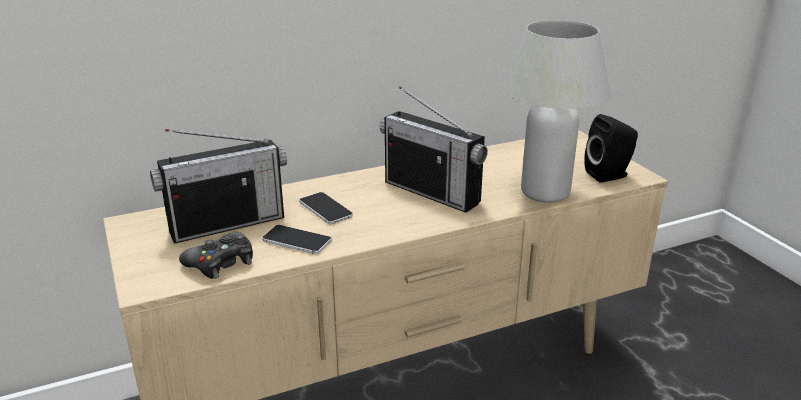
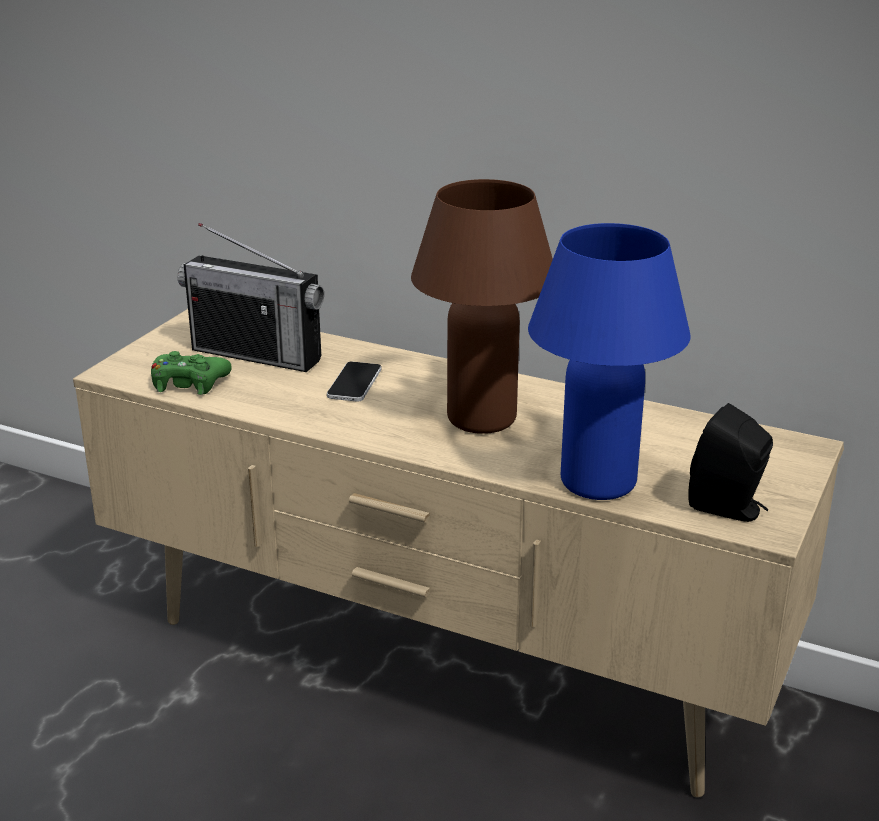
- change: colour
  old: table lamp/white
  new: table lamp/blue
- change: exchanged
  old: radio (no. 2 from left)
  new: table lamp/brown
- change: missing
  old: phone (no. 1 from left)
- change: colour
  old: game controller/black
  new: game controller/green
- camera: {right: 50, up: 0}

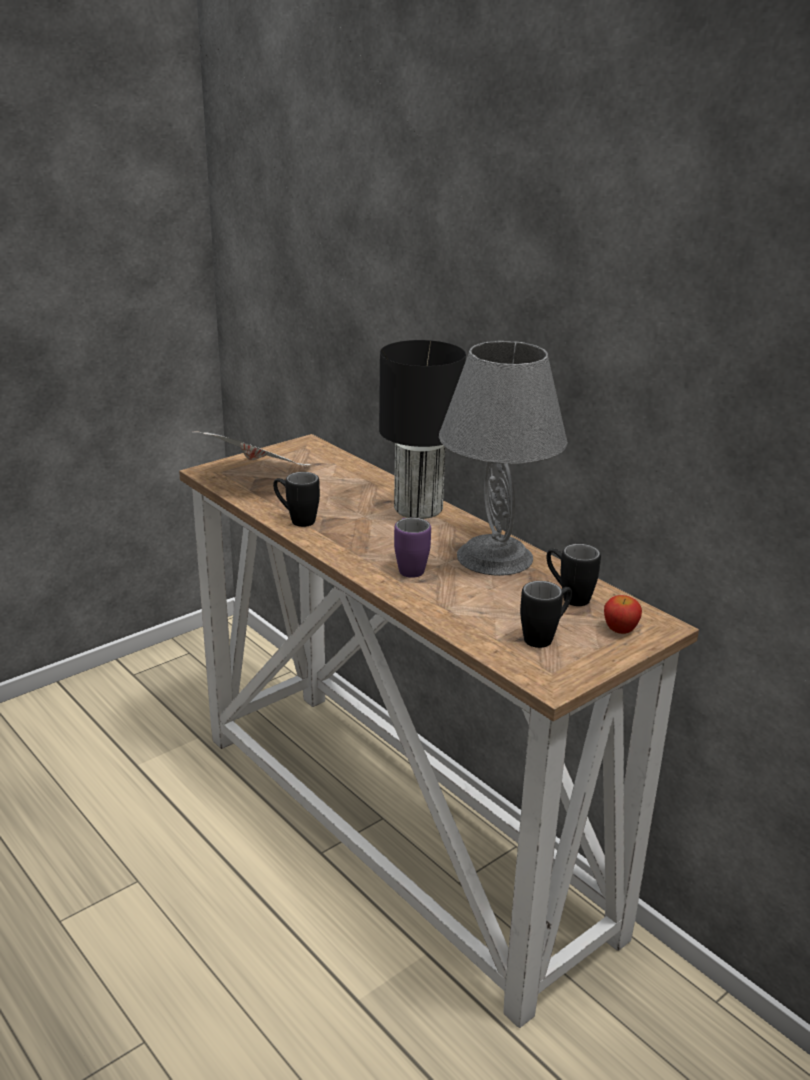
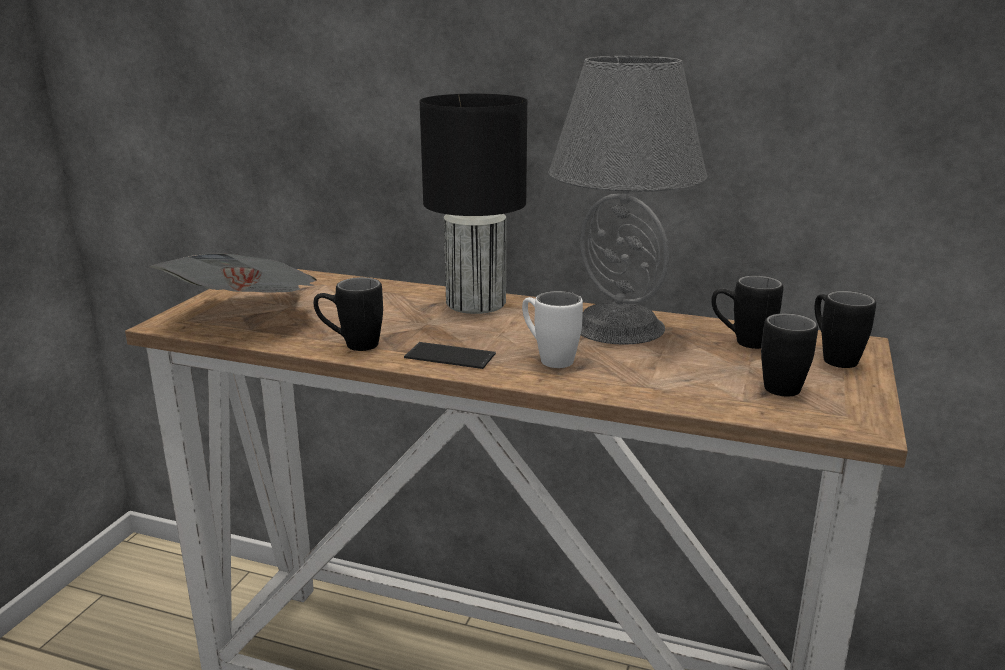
- change: colour
  old: mug/purple
  new: mug/white
- change: exchanged
  old: apple
  new: mug/black (no. 4 from left)
- change: appeared
  new: phone
- camera: {right: -30, up: -5}

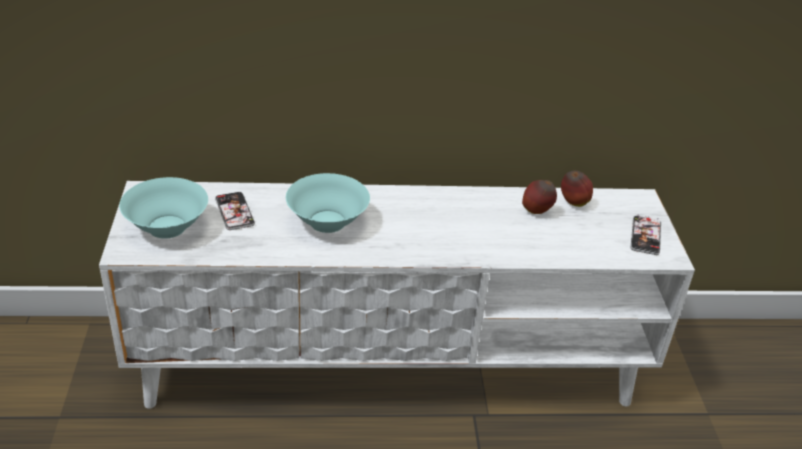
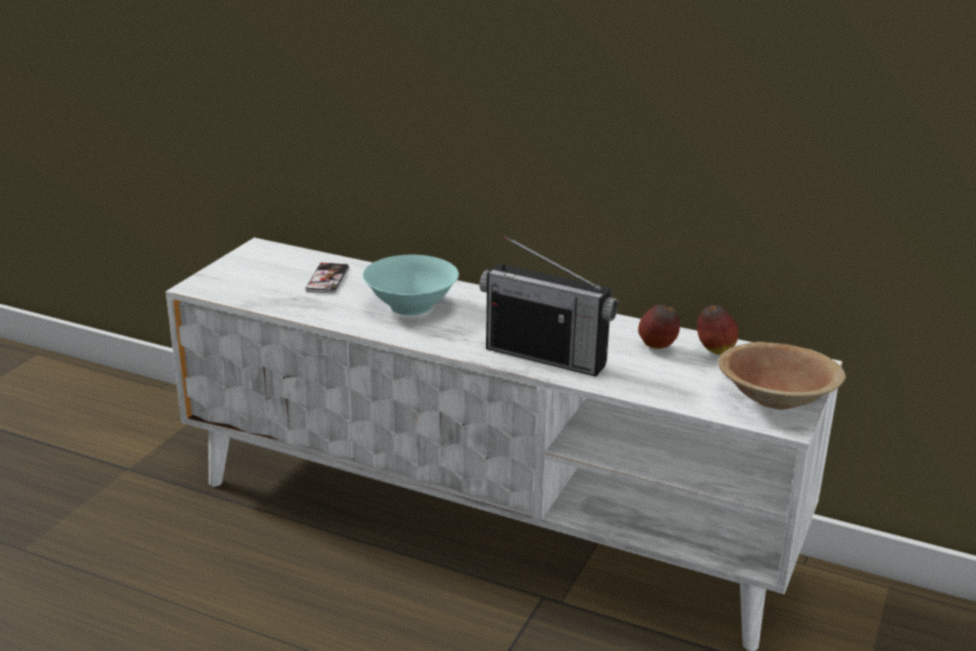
- change: missing
  old: bowl/turquoise (no. 1 from left)
- change: exchanged
  old: phone (no. 2 from left)
  new: bowl/brown
- change: appeared
  new: radio
- camera: {right: 30, up: -10}

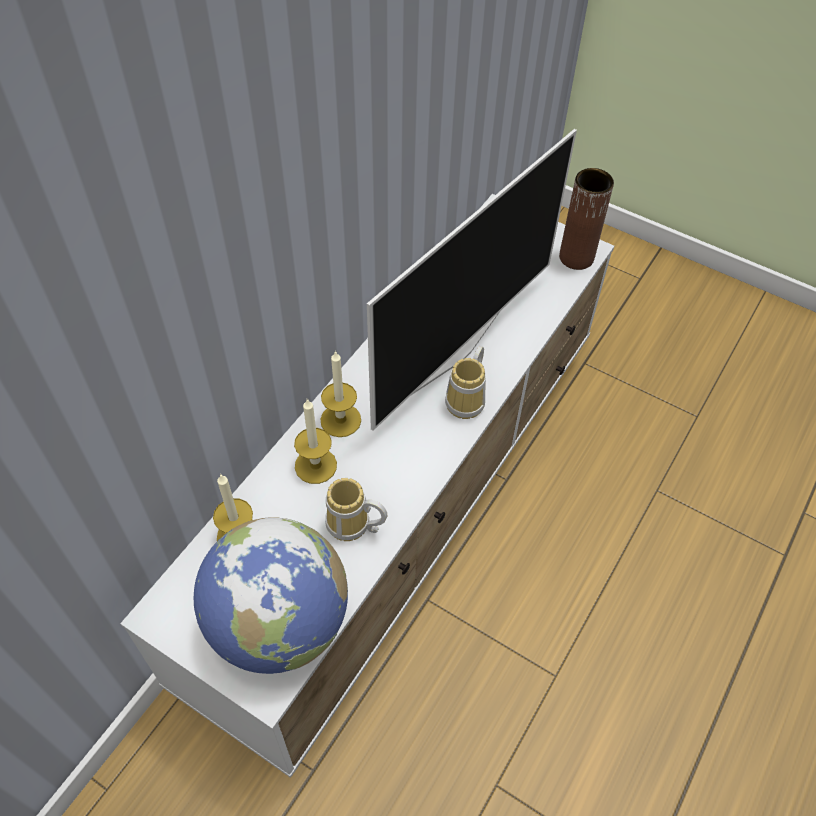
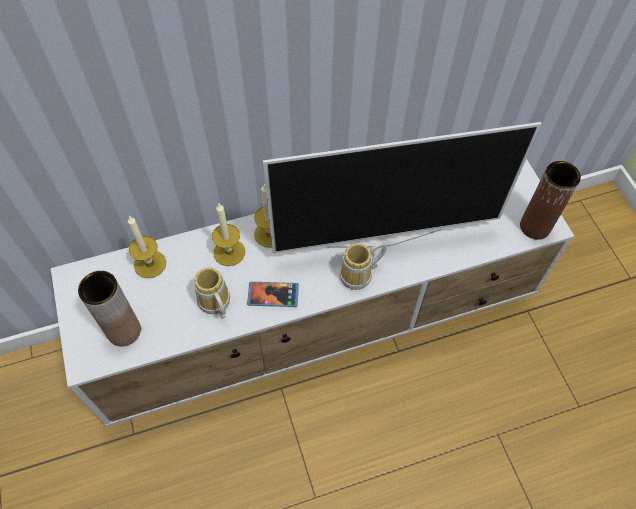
- change: exchanged
  old: globe
  new: vase/brown (no. 1 from left)
- change: appeared
  new: phone
- camera: {right: 40, up: 5}

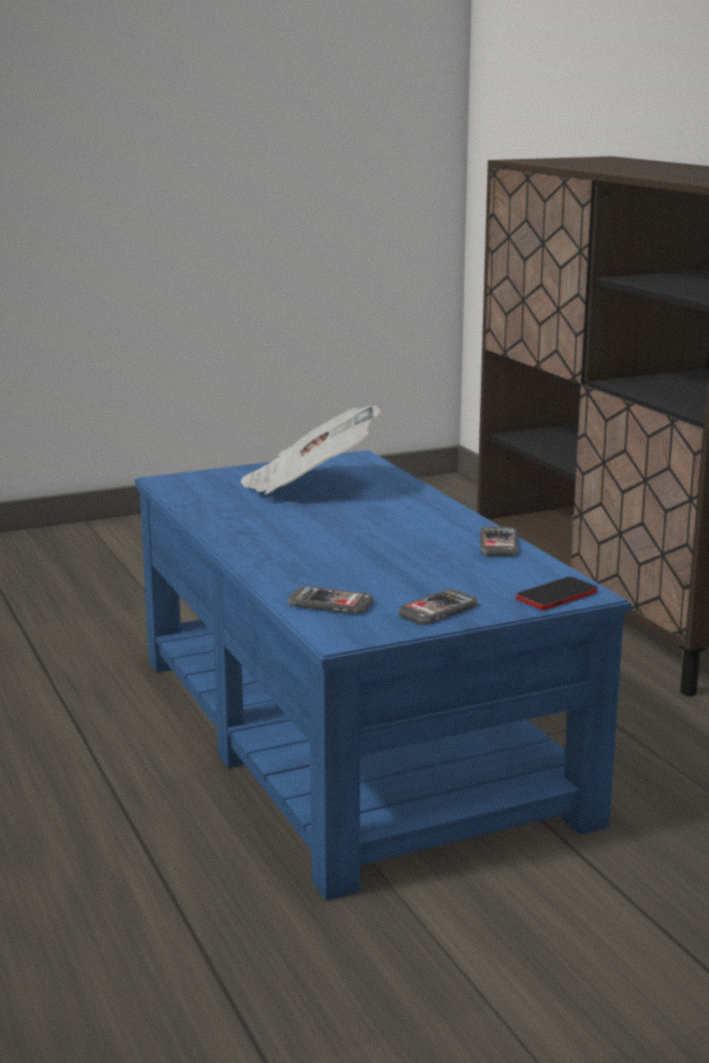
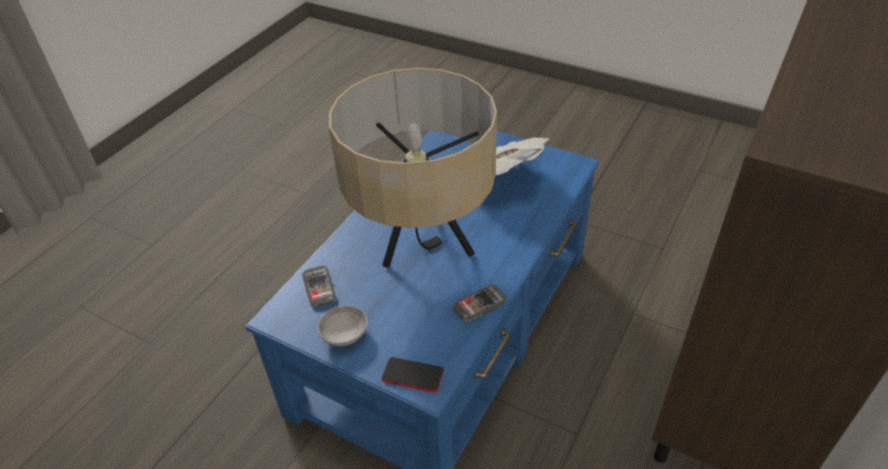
- change: exchanged
  old: phone (no. 2 from left)
  new: bowl/grey
- change: appeared
  new: table lamp/beige
- camera: {right: 55, up: 25}

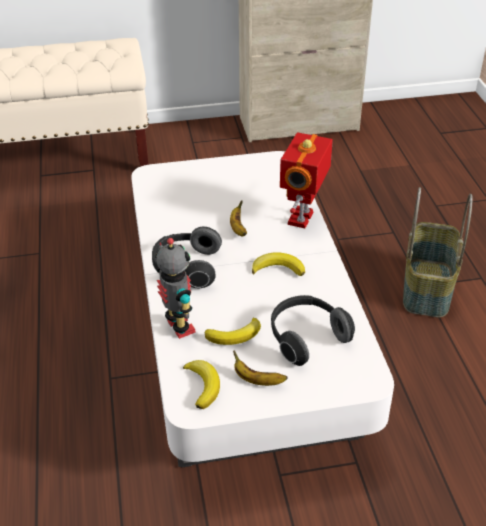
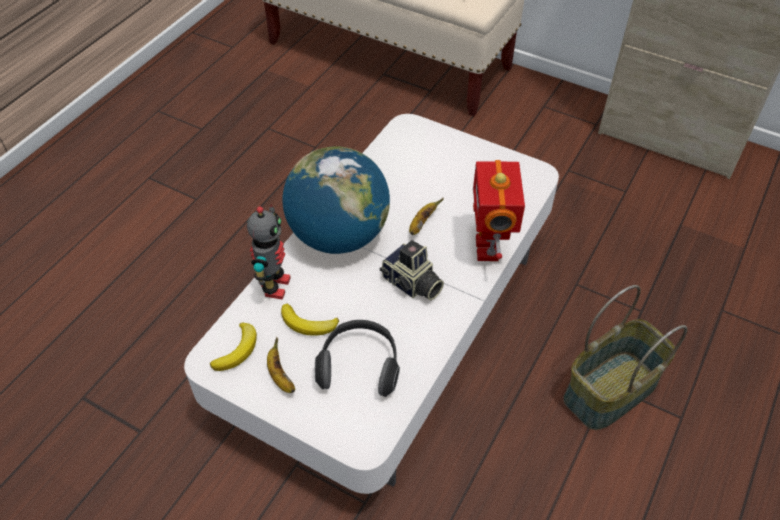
- change: spun
  old: toy robot (no. 2 from left)
  degrees: -60
- change: exchanged
  old: headphones (no. 1 from left)
  new: globe
- change: exchanged
  old: banana (no. 5 from left)
  new: photo camera
- camera: {right: 40, up: 10}

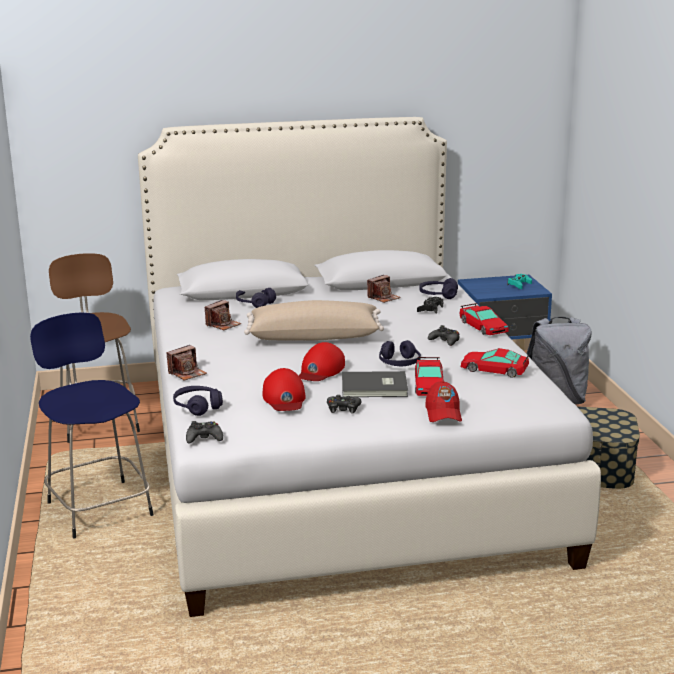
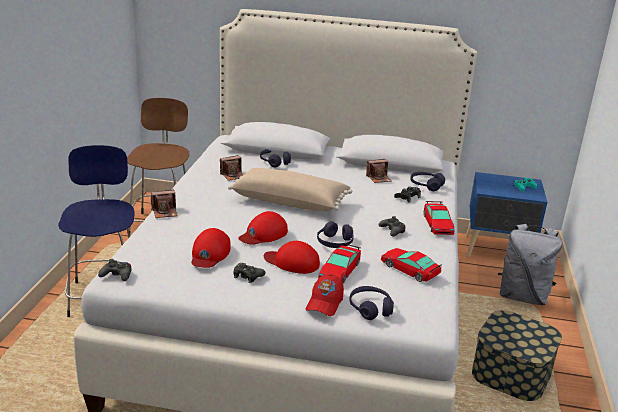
- change: exchanged
  old: book/grey
  new: cap/red (no. 3 from left)
- change: relocated
  old: headphones/purple (no. 1 from left in the first image)
  new: headphones/purple (no. 3 from left)
- camera: {right: 20, up: 5}

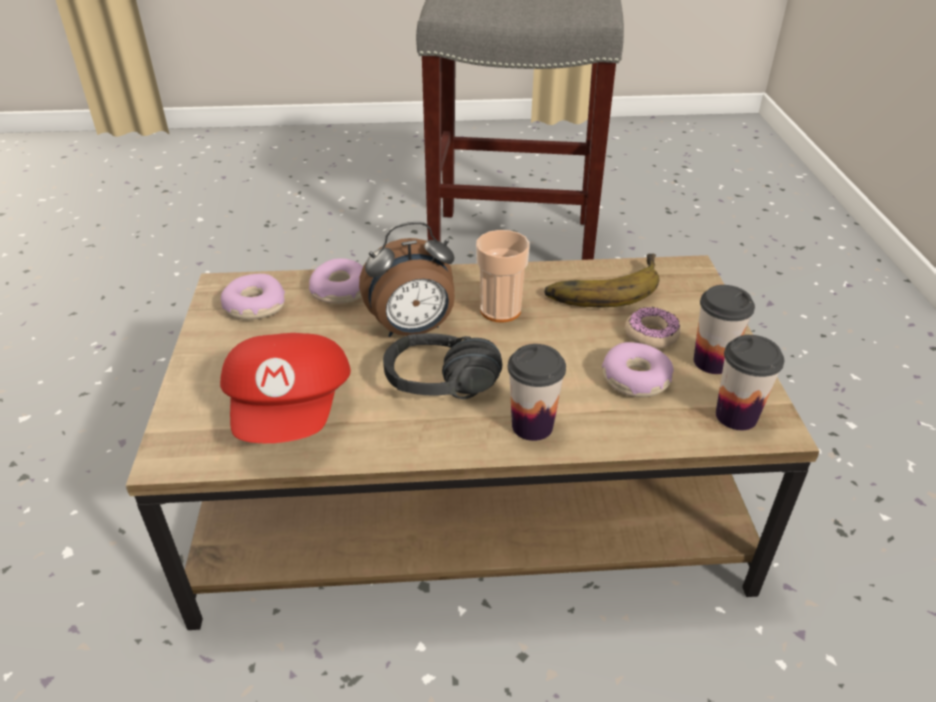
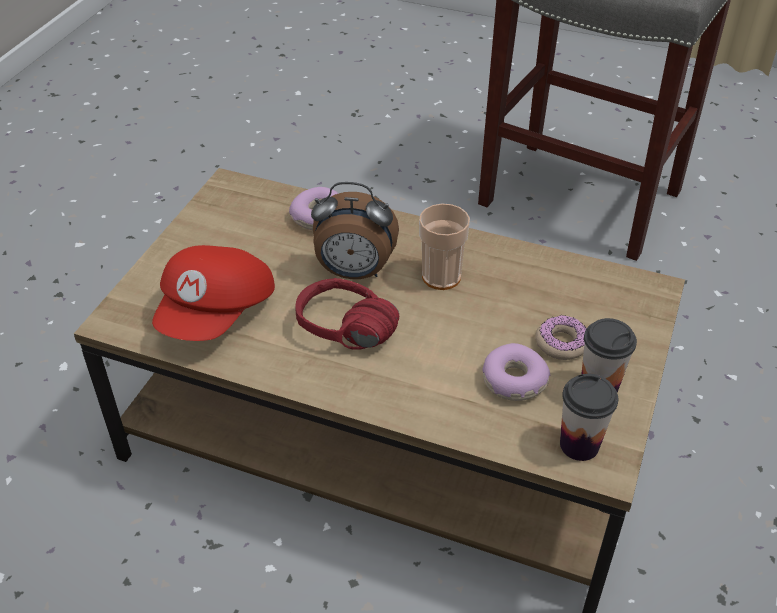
- change: missing
  old: banana
- change: missing
  old: donut (no. 1 from left)
- change: colour
  old: headphones/black
  new: headphones/red
- change: missing
  old: cup (no. 2 from left)
- camera: {right: 25, up: 5}

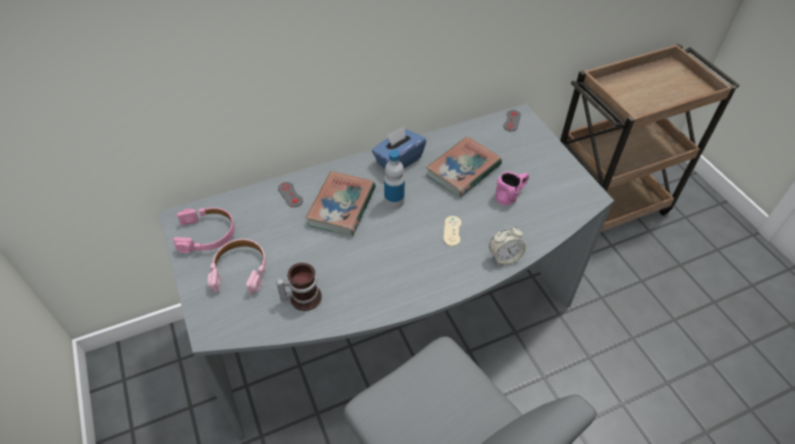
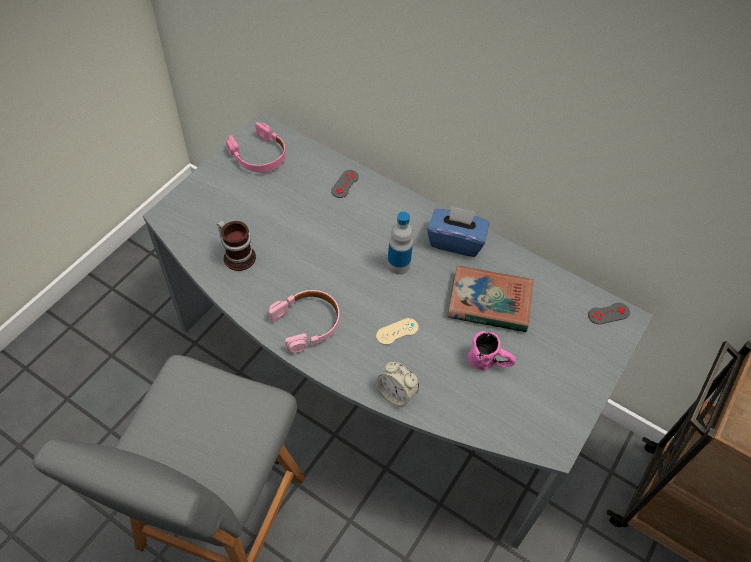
- change: missing
  old: book (no. 1 from left)
- change: relocated
  old: headphones/pink (no. 2 from left)
- camera: {right: 55, up: 5}

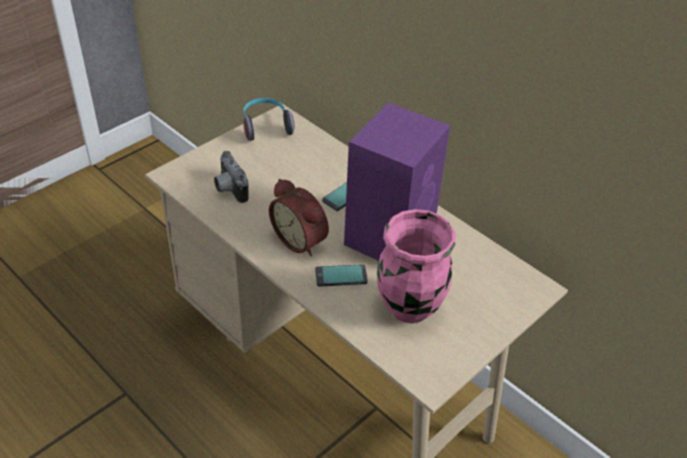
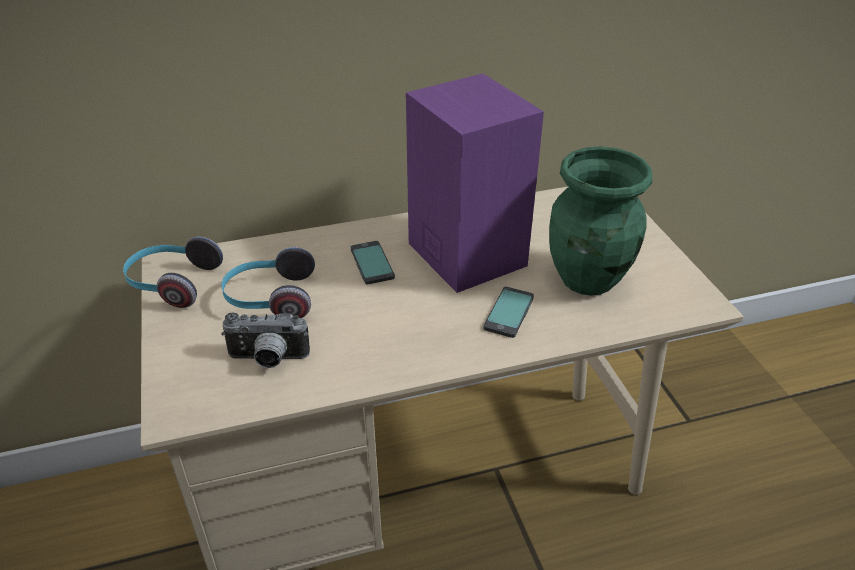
- change: missing
  old: alarm clock
- change: colour
  old: vase/pink
  new: vase/green
- change: appeared
  new: headphones (no. 2 from left)
- camera: {right: -60, up: -5}

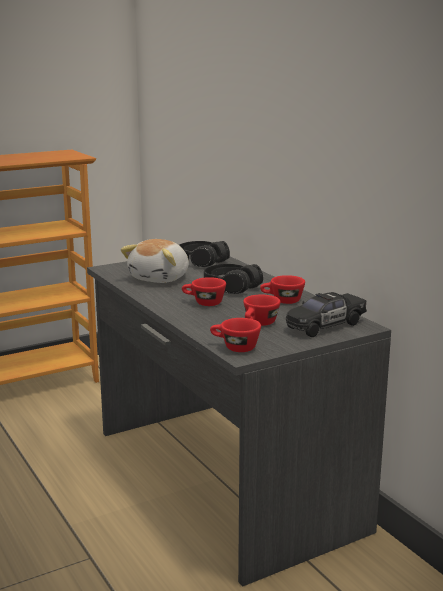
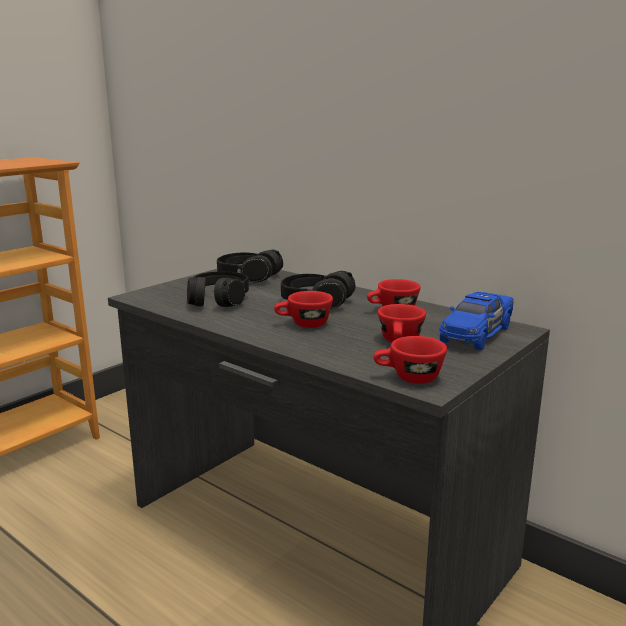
- change: exchanged
  old: plush toy
  new: headphones/black (no. 1 from left)
- change: colour
  old: toy car/black
  new: toy car/blue
- camera: {right: -20, up: 0}

